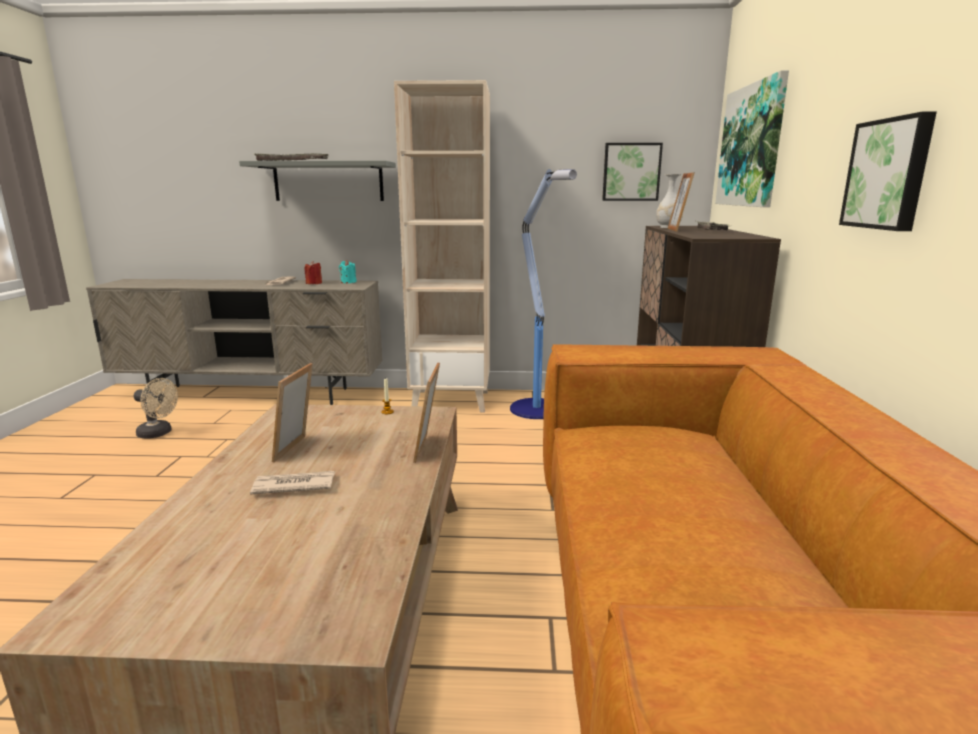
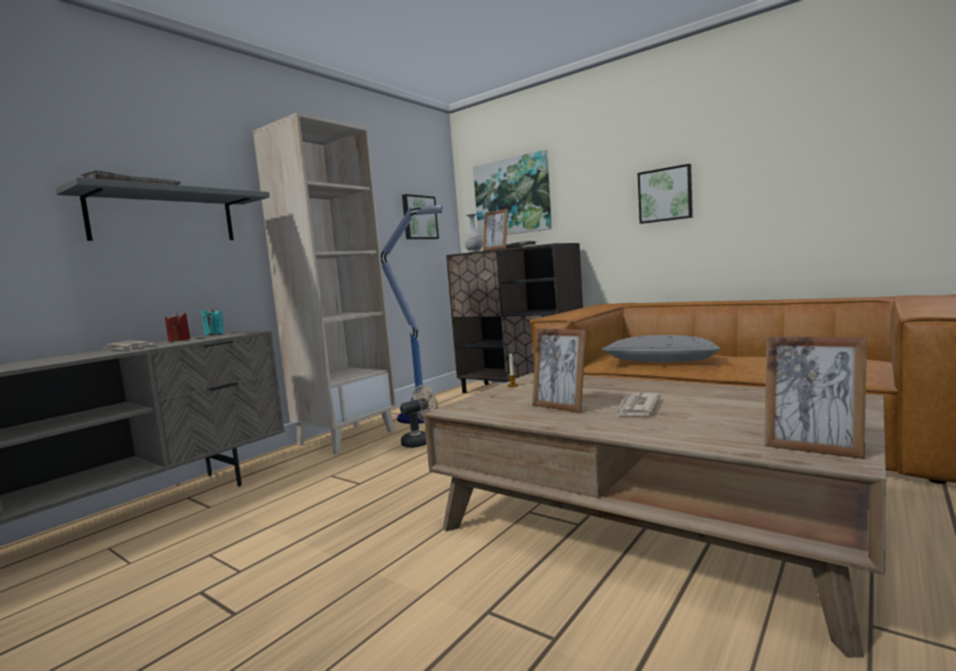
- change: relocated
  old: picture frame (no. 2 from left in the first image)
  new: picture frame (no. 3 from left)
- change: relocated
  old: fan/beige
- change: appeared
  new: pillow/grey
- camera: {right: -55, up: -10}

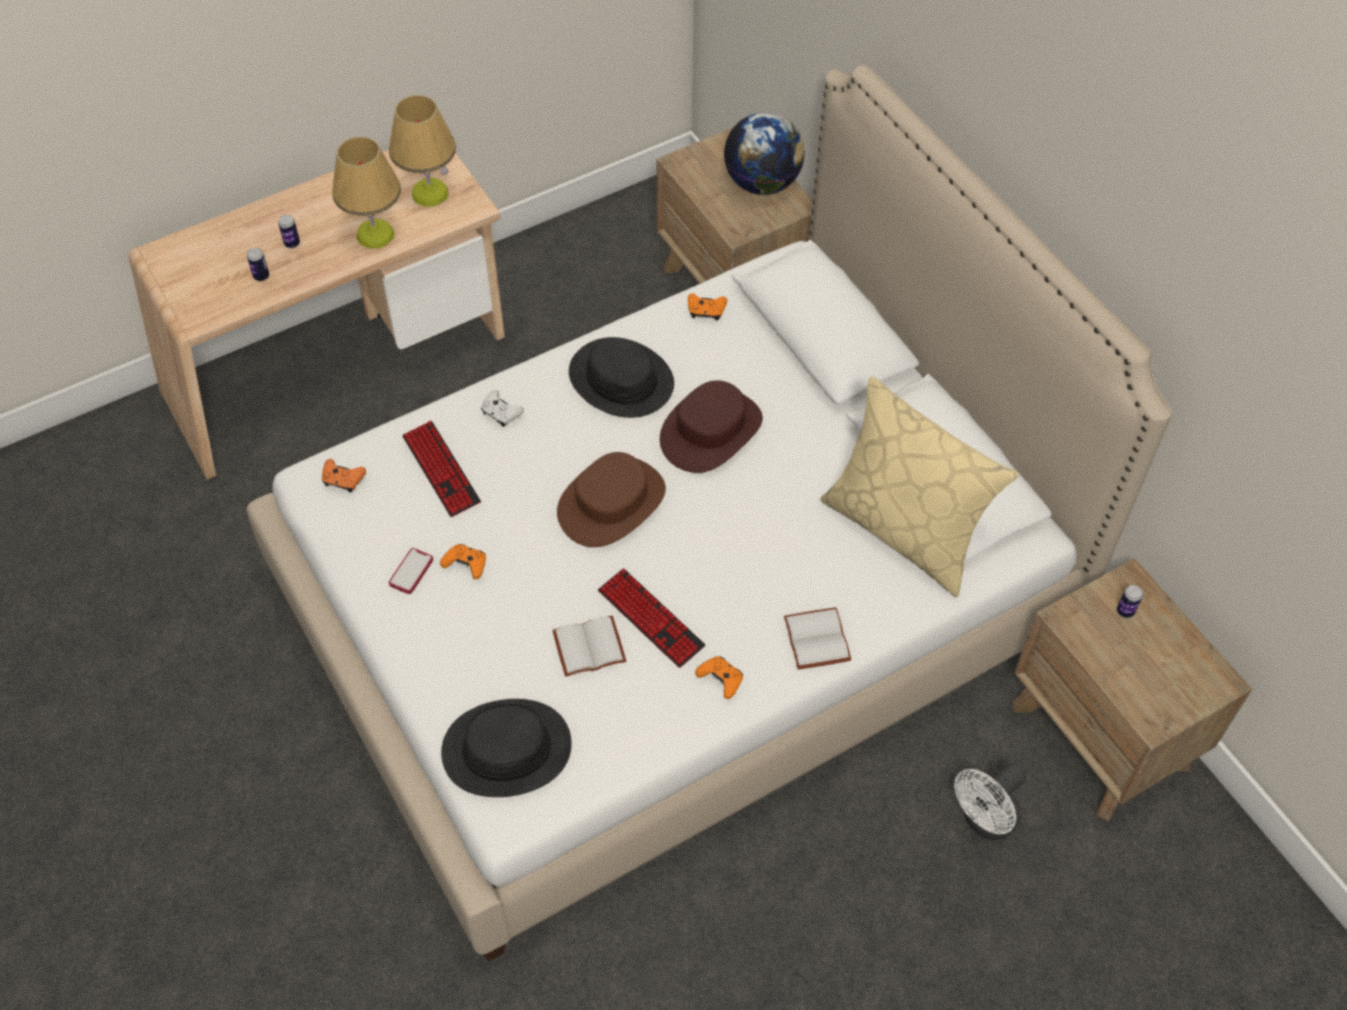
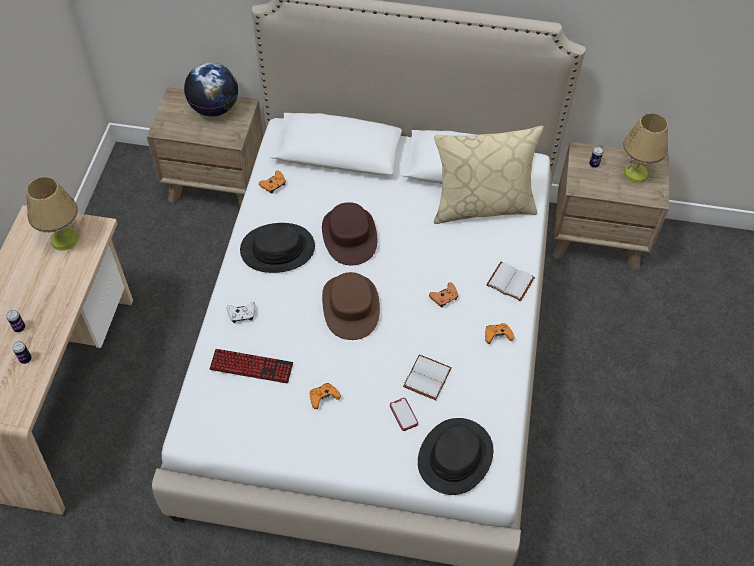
- change: relocated
  old: table lamp (no. 1 from left in the first image)
  new: table lamp (no. 2 from left)
- change: relocated
  old: game controller/orange (no. 1 from left in the first image)
  new: game controller/orange (no. 3 from left)
- change: relocated
  old: phone
- change: missing
  old: keyboard (no. 2 from left)
- change: missing
  old: fan/white
- camera: {right: -50, up: 0}

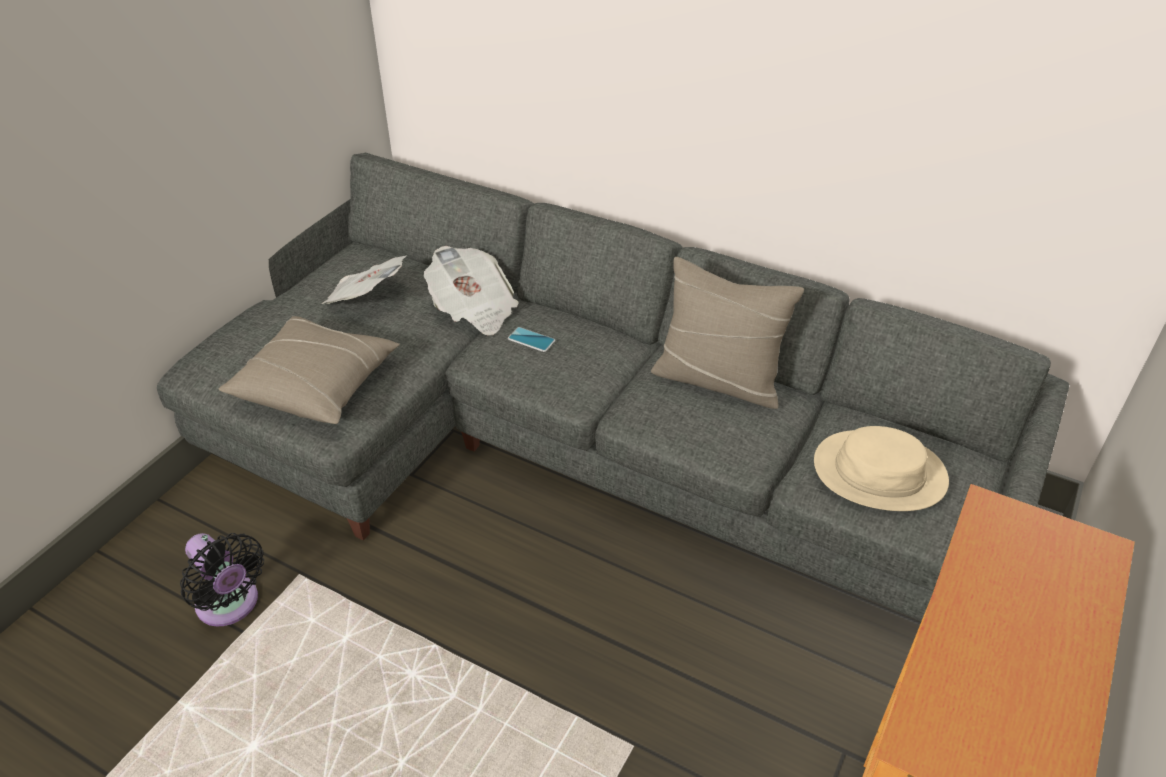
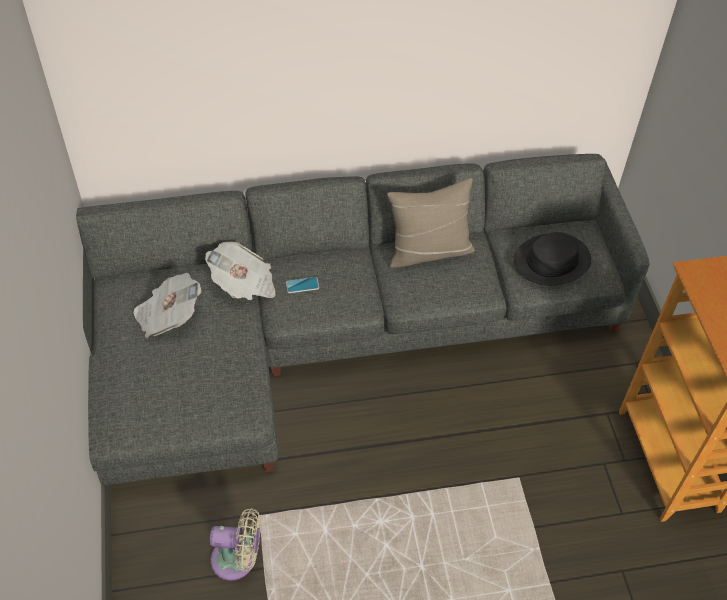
- change: missing
  old: pillow/beige (no. 1 from left)
- change: colour
  old: hat/beige
  new: hat/black
- change: colour
  old: fan/black
  new: fan/beige
- camera: {right: -40, up: 10}

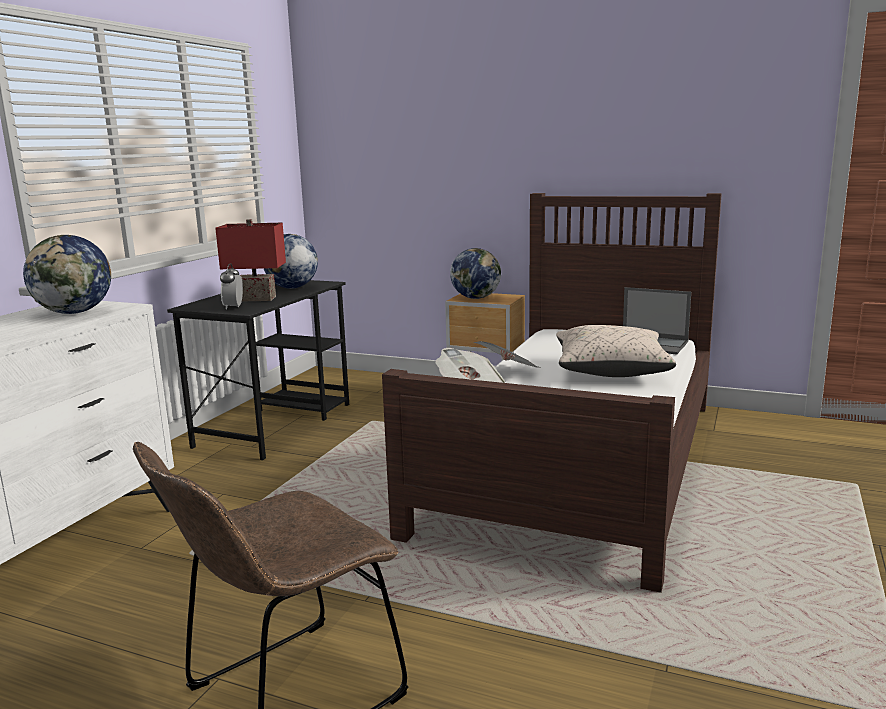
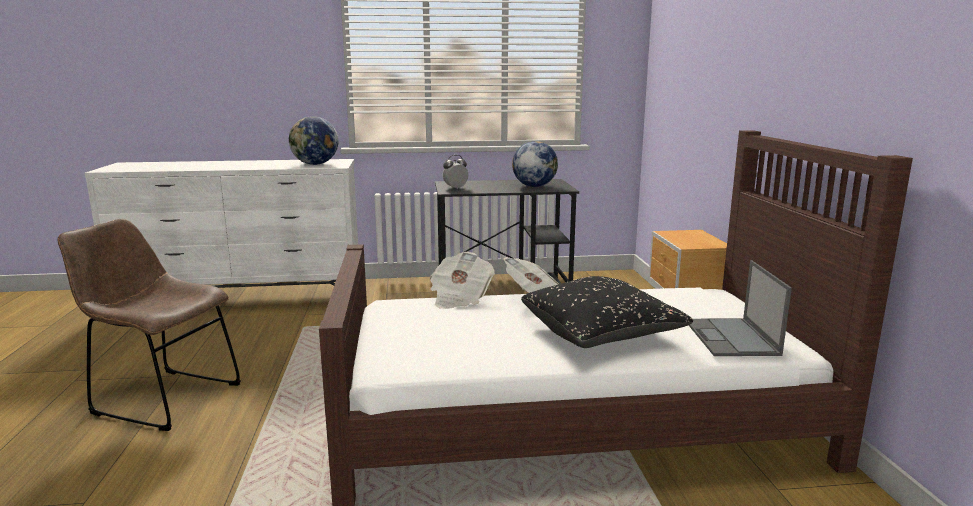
- change: missing
  old: table lamp/red
- change: missing
  old: globe (no. 3 from left)
- change: colour
  old: pillow/beige
  new: pillow/black
- camera: {right: 60, up: 0}

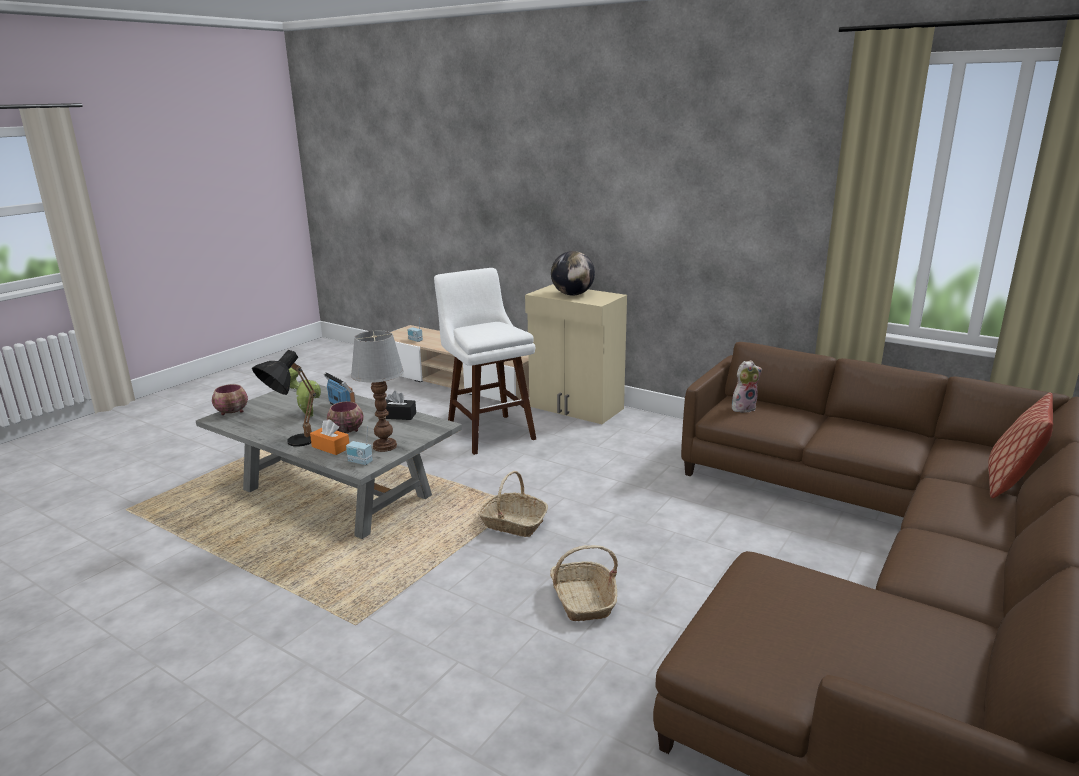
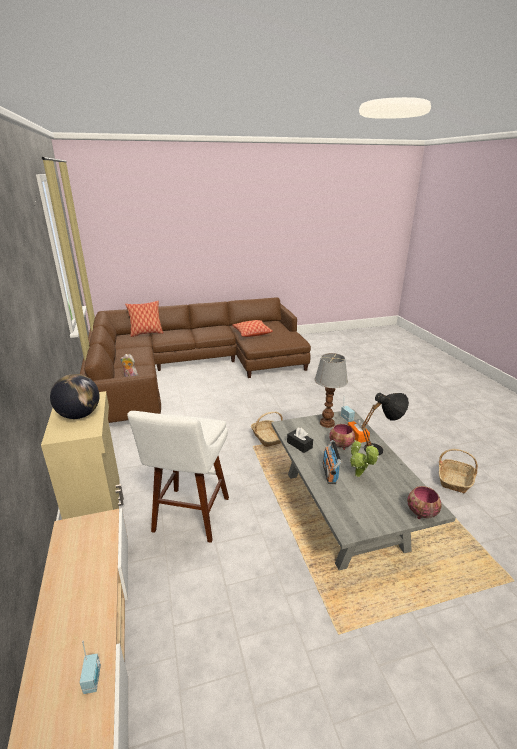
- change: relocated
  old: basket (no. 2 from left)
- change: appeared
  new: pillow (no. 2 from left)
- camera: {right: -140, up: 5}

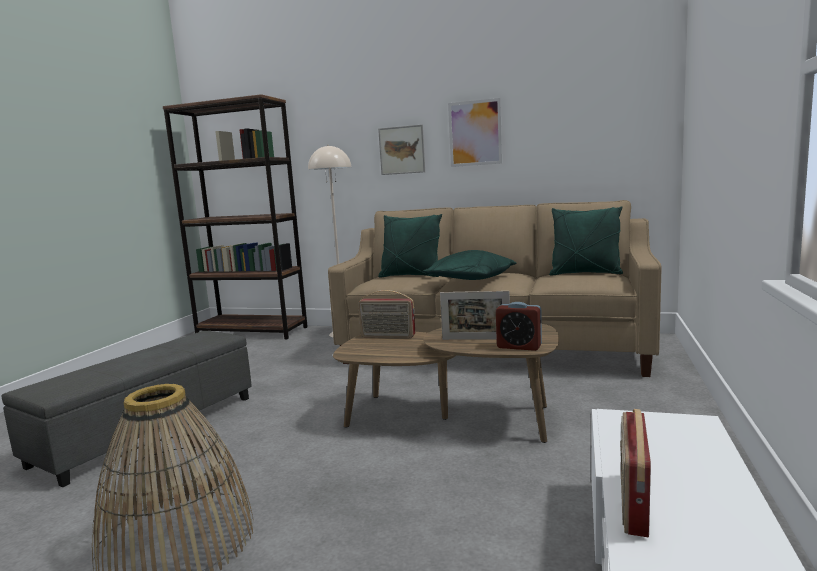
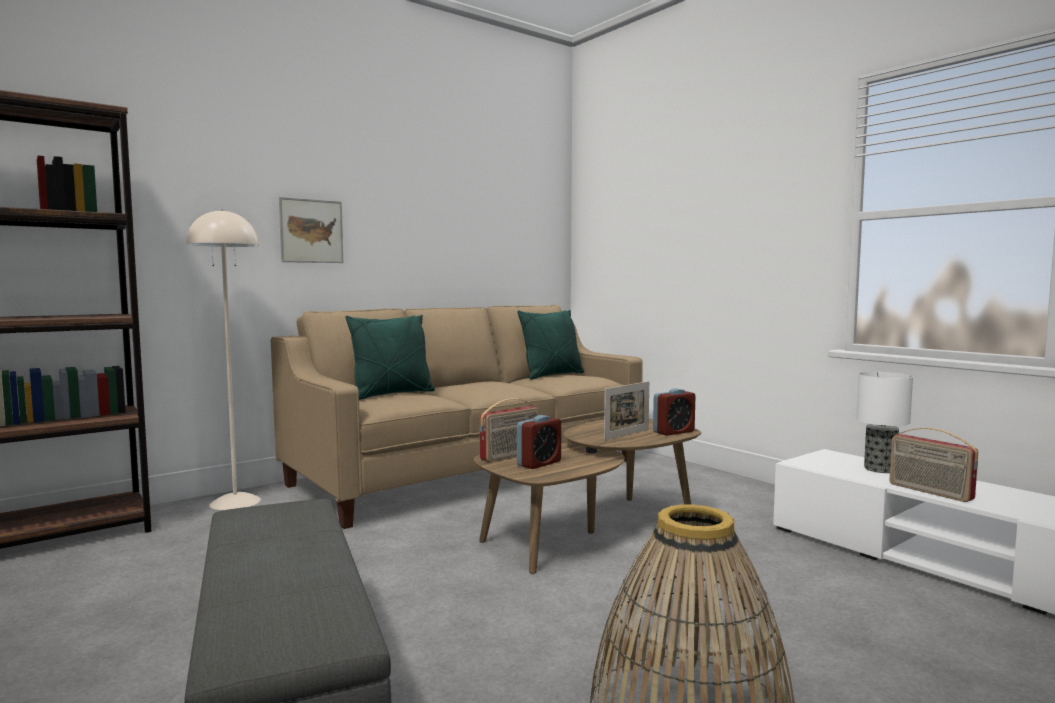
- change: missing
  old: picture (no. 2 from left)
- change: missing
  old: pillow/green (no. 2 from left)
- change: appeared
  new: table lamp
- change: appeared
  new: alarm clock (no. 1 from left)
- camera: {right: -55, up: -5}

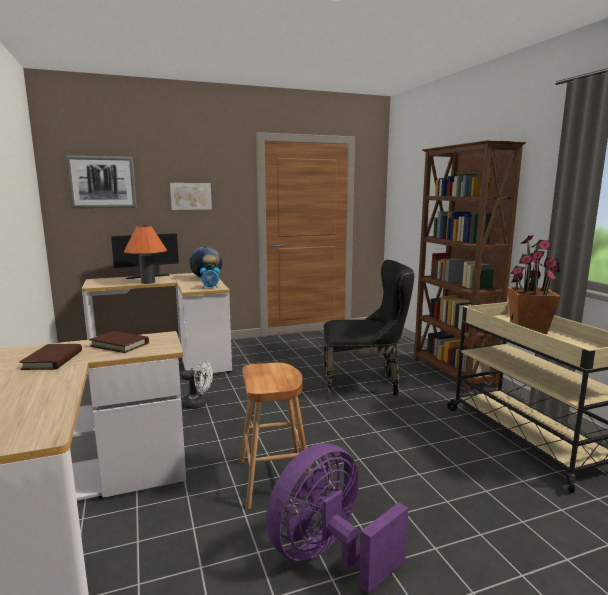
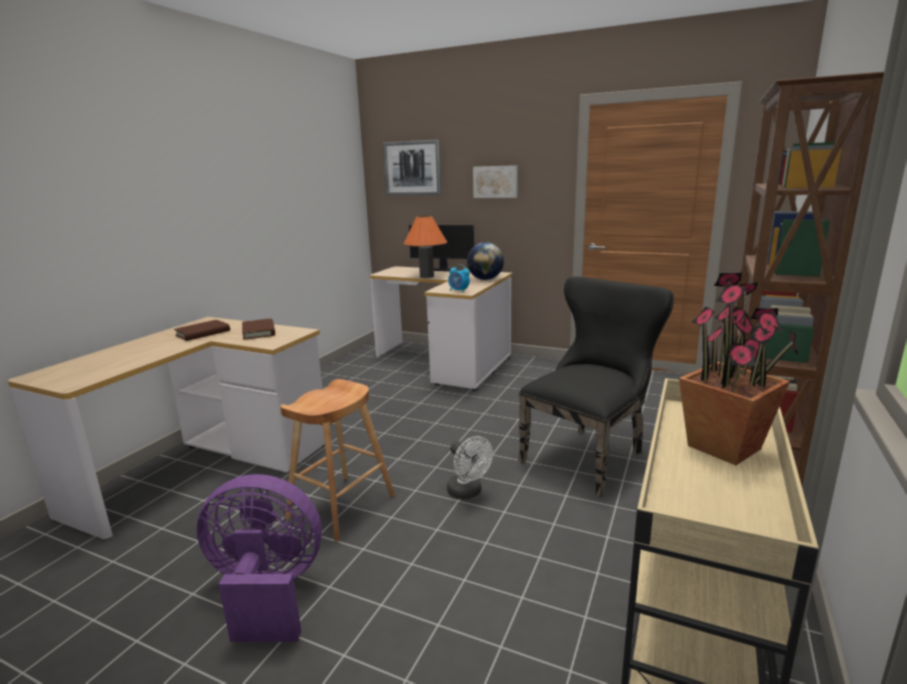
- change: spun
  old: chair/black
  degrees: -90
- change: relocated
  old: fan/white
- camera: {right: 45, up: 5}

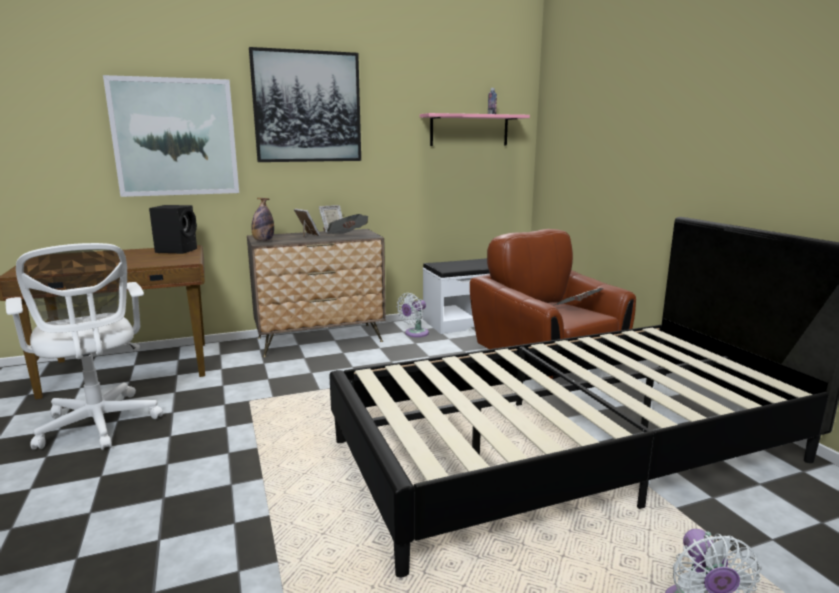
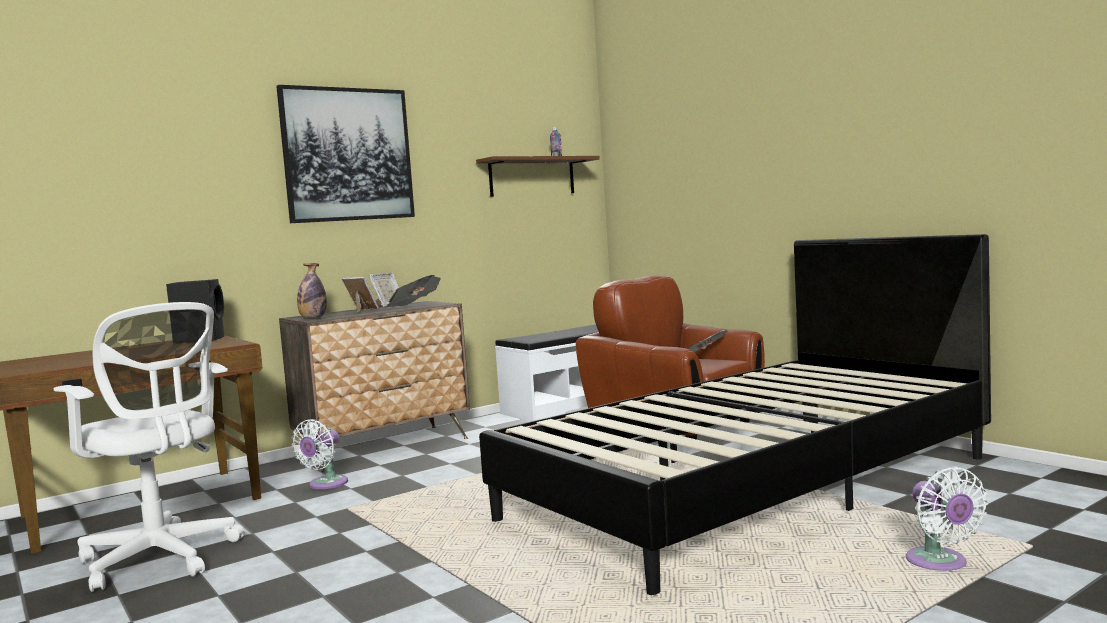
- change: missing
  old: picture (no. 1 from left)
- change: colour
  old: shelf/pink
  new: shelf/brown
- change: relocated
  old: fan/white (no. 1 from left)
- camera: {right: -15, up: -10}

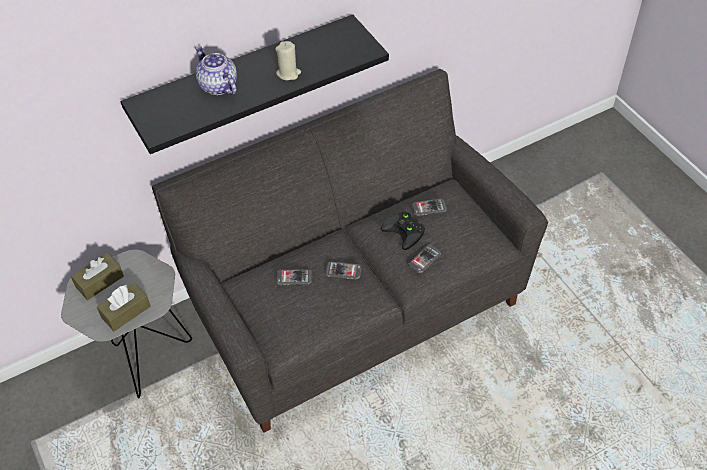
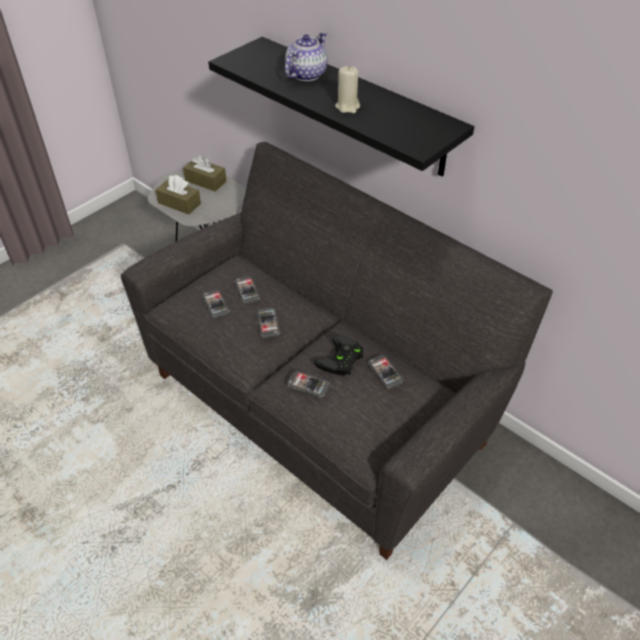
- change: appeared
  new: phone (no. 1 from left)
- camera: {right: 70, up: -5}

